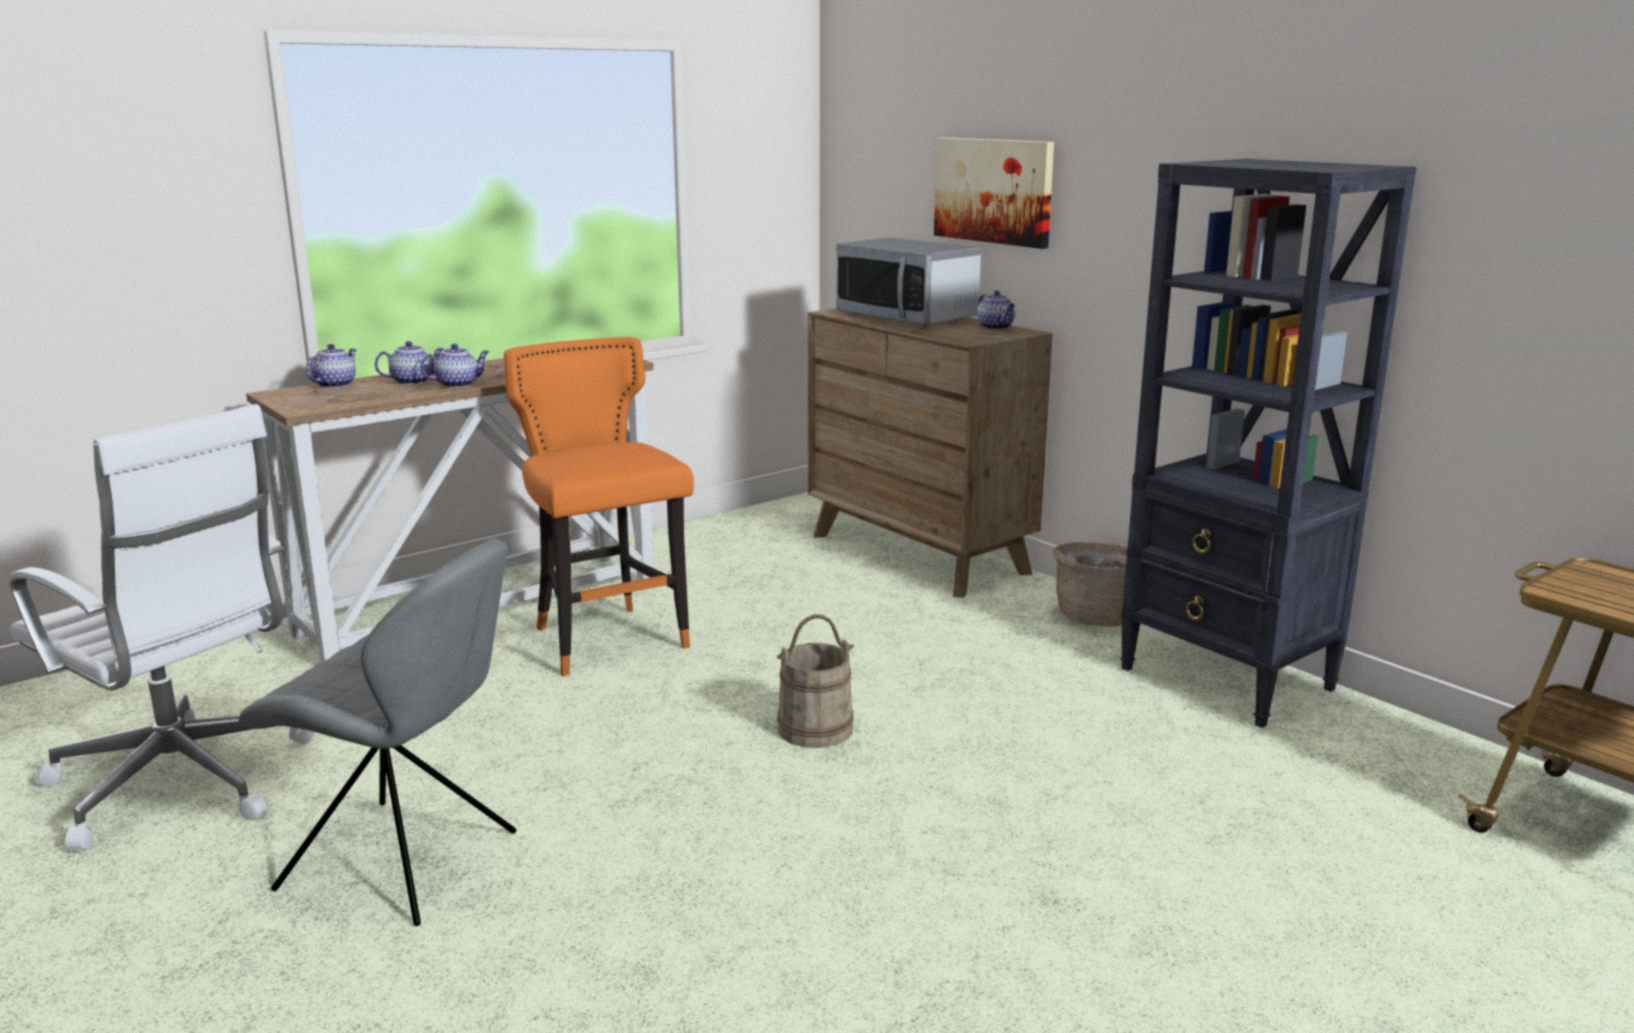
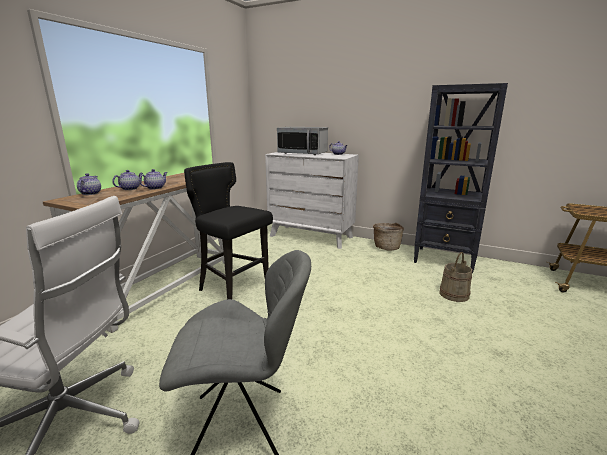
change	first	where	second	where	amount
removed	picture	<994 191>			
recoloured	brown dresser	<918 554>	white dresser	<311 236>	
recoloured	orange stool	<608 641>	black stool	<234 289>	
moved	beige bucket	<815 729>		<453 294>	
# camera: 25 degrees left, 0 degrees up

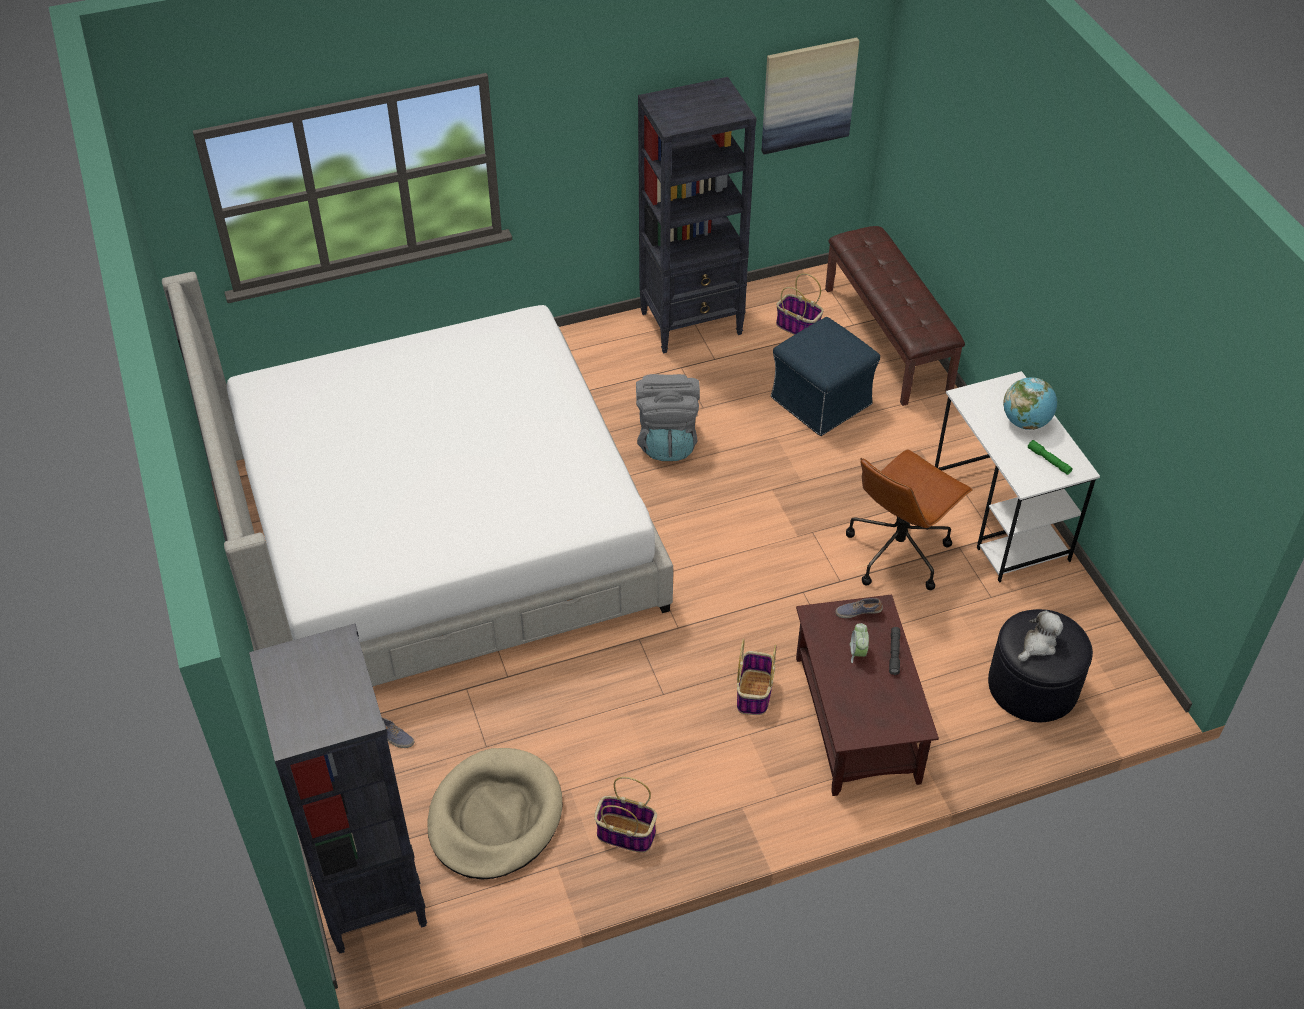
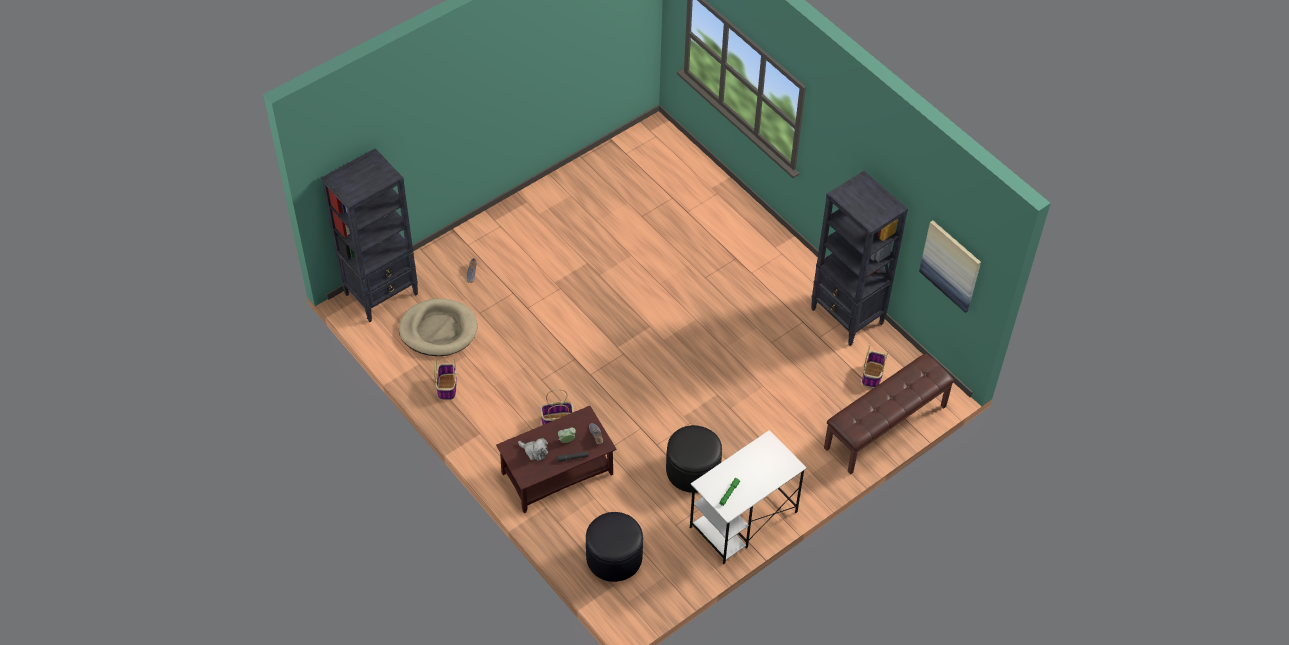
change	first	where	second	where	amount
removed	bed	<433 533>			
removed	blue ottoman	<822 402>			
removed	grey backpack	<667 440>			
removed	globe	<1025 422>			
replaced	brown office chair	<898 551>	black ottoman	<693 470>	
moved	plush toy	<1038 645>		<534 451>	
# camera: 70 degrees right, 5 degrees up

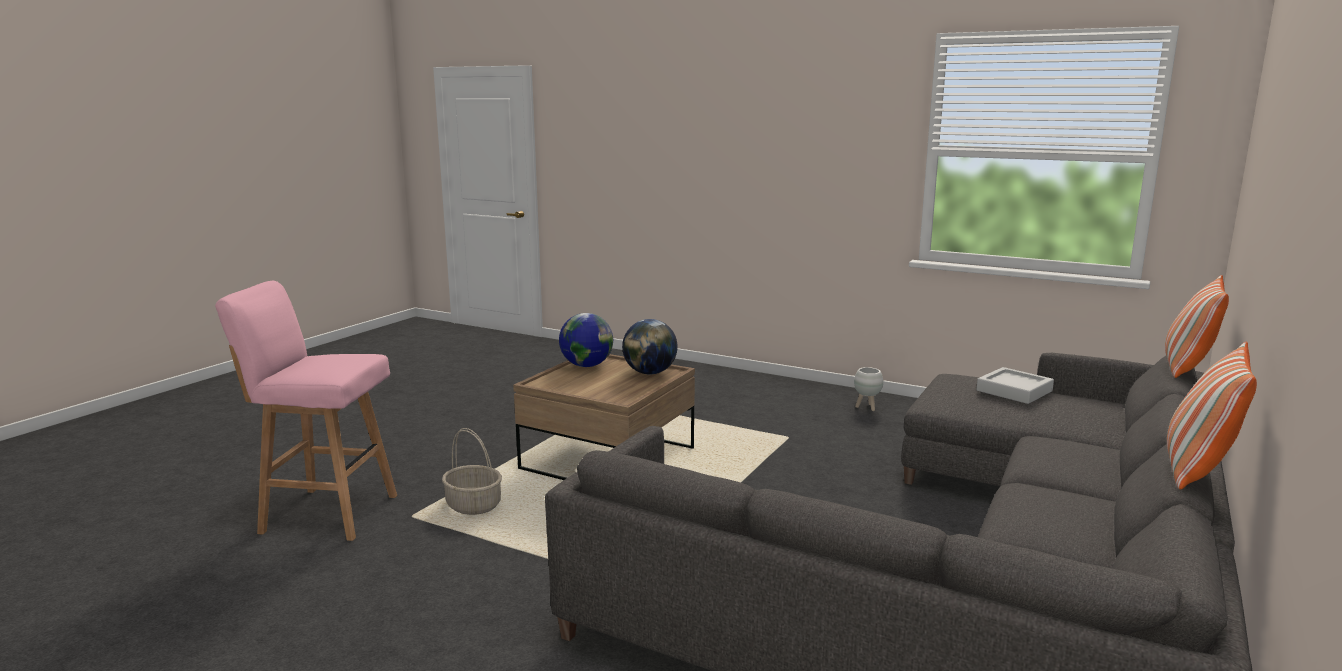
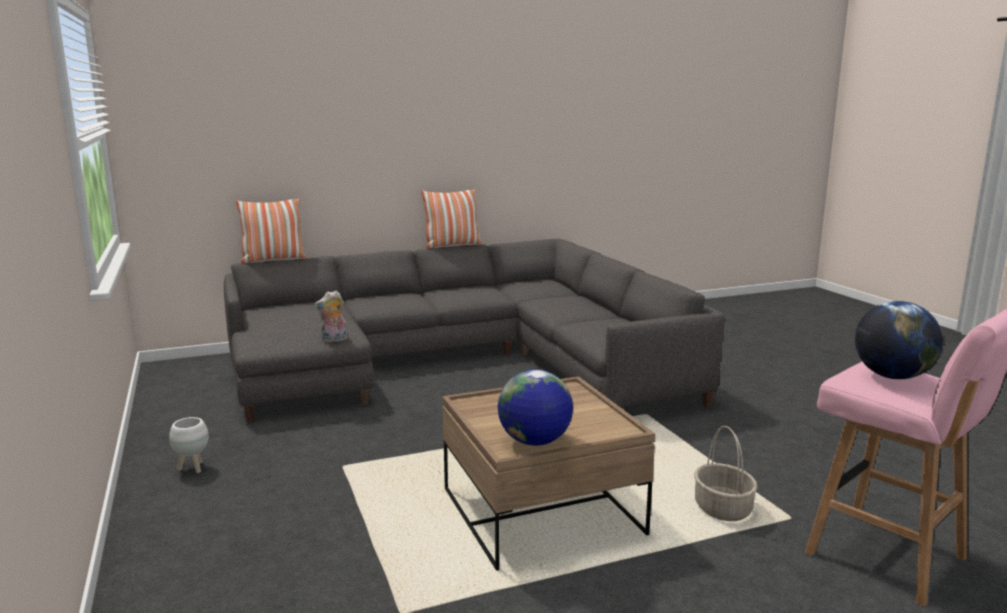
change	first	where	second	where	amount
moved	globe	<650 373>		<892 376>	
removed	grey tray	<1014 391>			
added			plush toy	<333 340>	
# camera: 140 degrees left, 0 degrees up

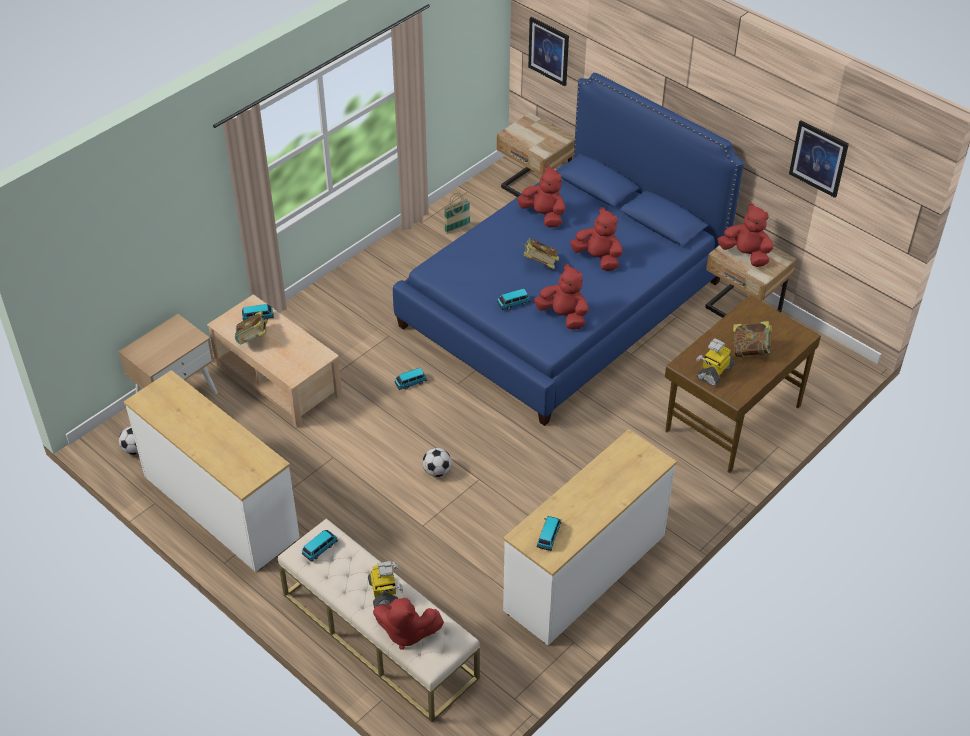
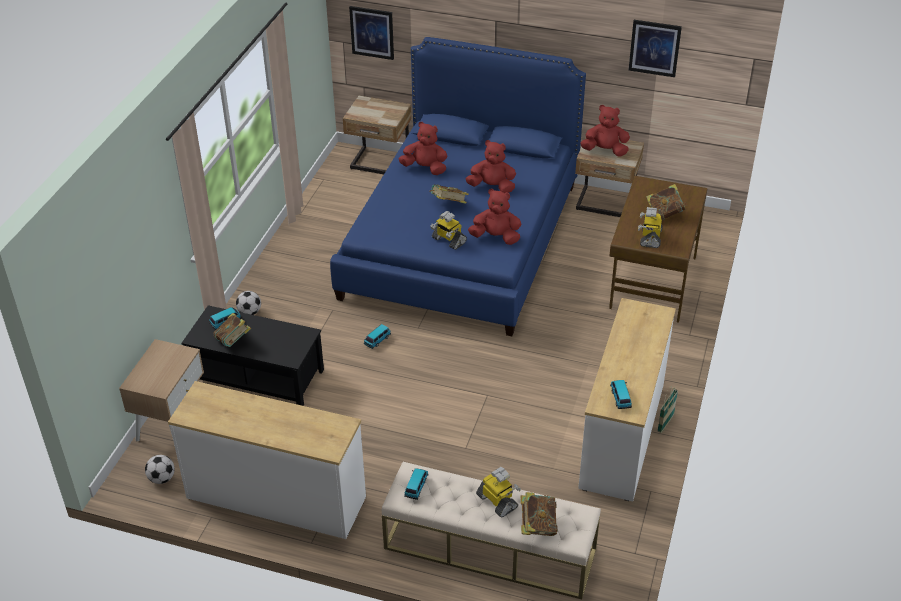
change	first	where	second	where	amount
moved	basket	<457 228>		<665 423>	
replaced	toy car	<513 303>	toy robot	<448 240>	
recoloured	beige coffee table	<277 380>	black coffee table	<257 377>	
moved	football	<437 471>		<250 312>	
replaced	red plush toy	<406 632>	book	<537 525>	
# camera: 25 degrees left, 5 degrees down

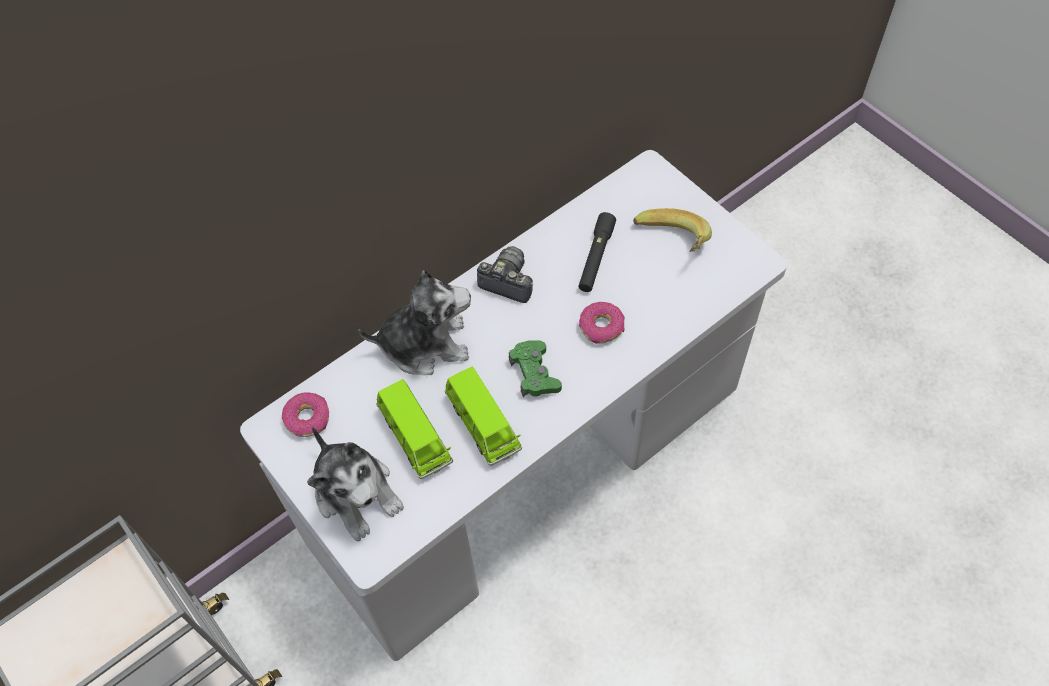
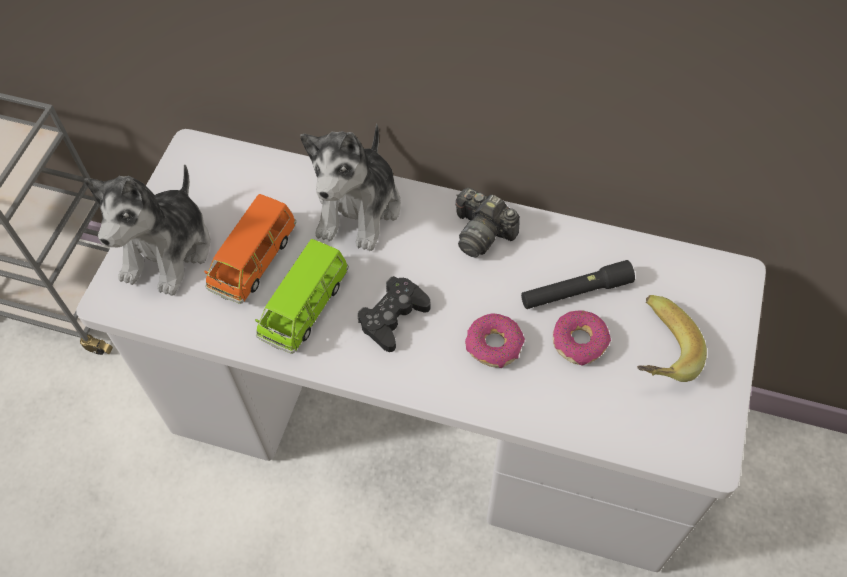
change	first	where	second	where	amount
turned	photo camera	<507 282>		<482 233>	135 degrees clockwise
turned	plush toy	<425 344>		<359 208>	60 degrees clockwise
recoloured	green game controller	<534 373>	black game controller	<393 317>	
recoloured	green toy car	<415 437>	orange toy car	<254 261>	
moved	donut	<308 418>		<579 342>	
# camera: 55 degrees right, 0 degrees up

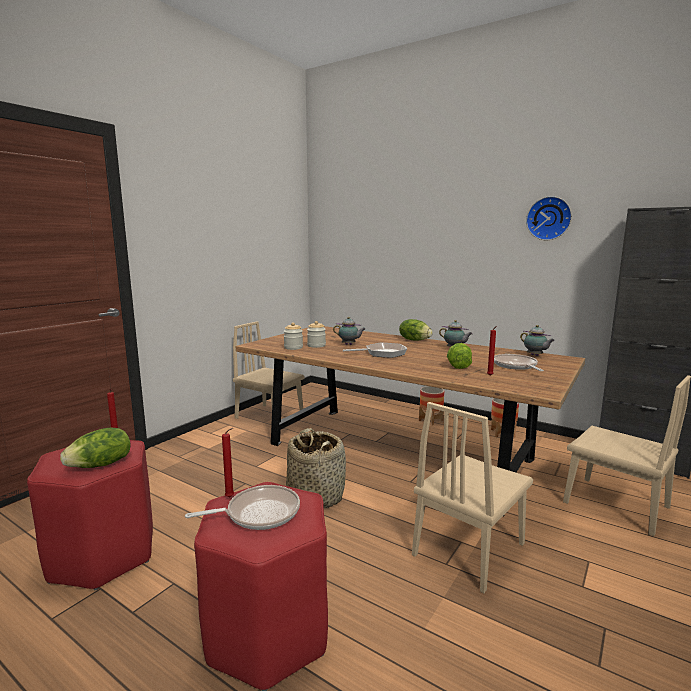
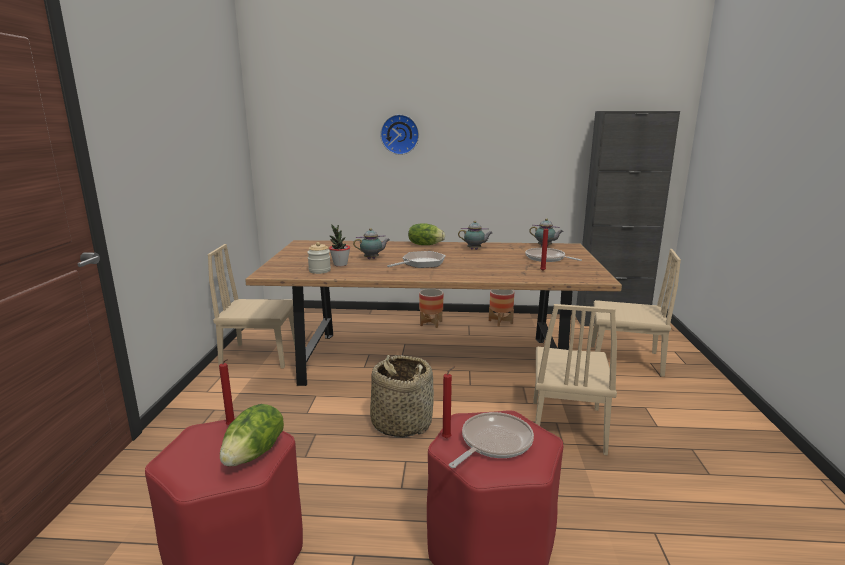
change	first	where	second	where	amount
moved	wall clock	<549 218>		<400 134>	
replaced	jar	<316 345>	potted plant	<340 264>	
removed	lettuce	<458 366>			
# camera: 30 degrees left, 5 degrees up

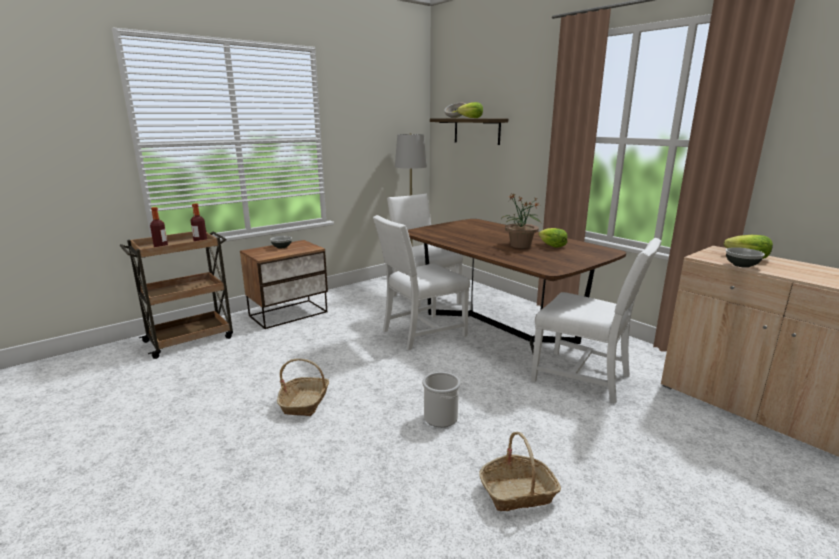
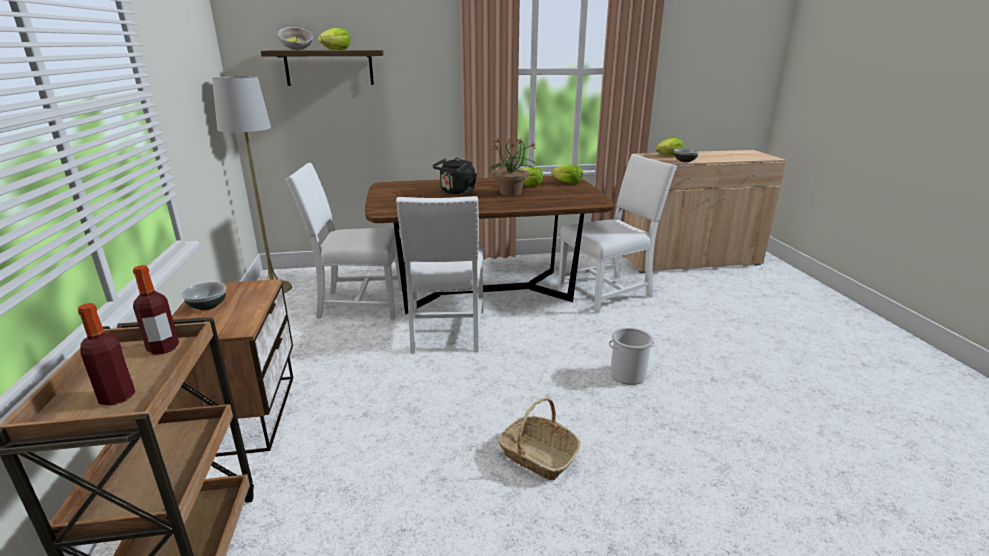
change	first	where	second	where	amount
removed	basket	<518 493>			
added			black kettle	<456 192>	
added			lettuce	<567 183>	
# camera: 60 degrees left, 5 degrees up

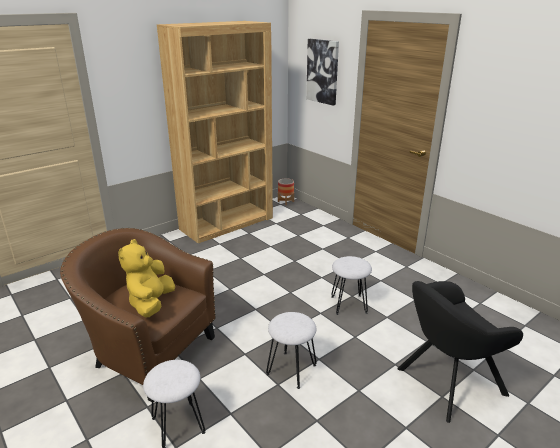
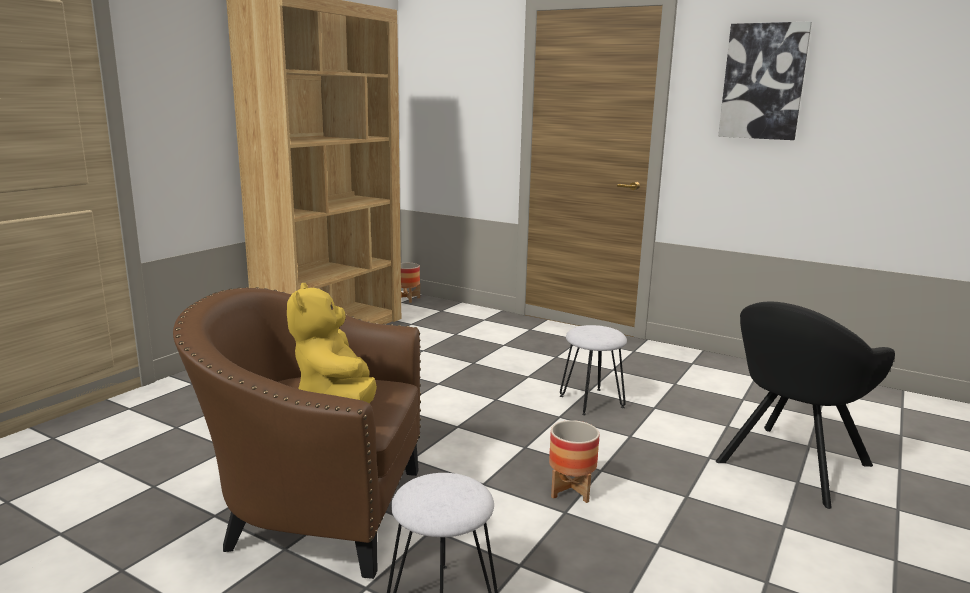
change	first	where	second	where	amount
moved	picture	<323 71>		<763 82>	
replaced	white stool	<291 370>	planter	<571 490>	
# camera: 20 degrees left, 10 degrees down

